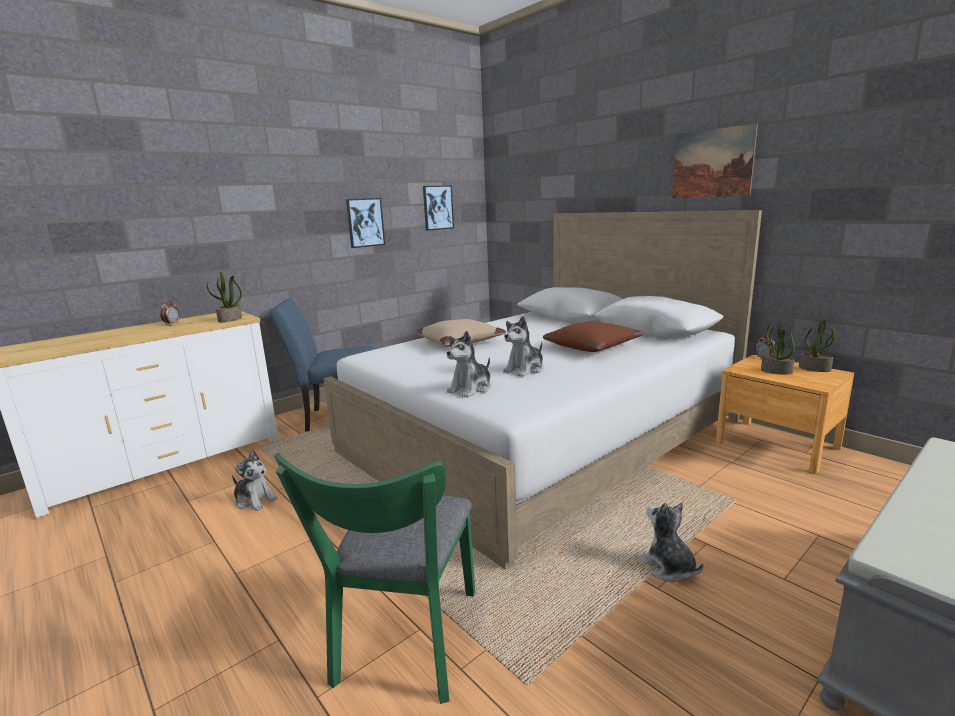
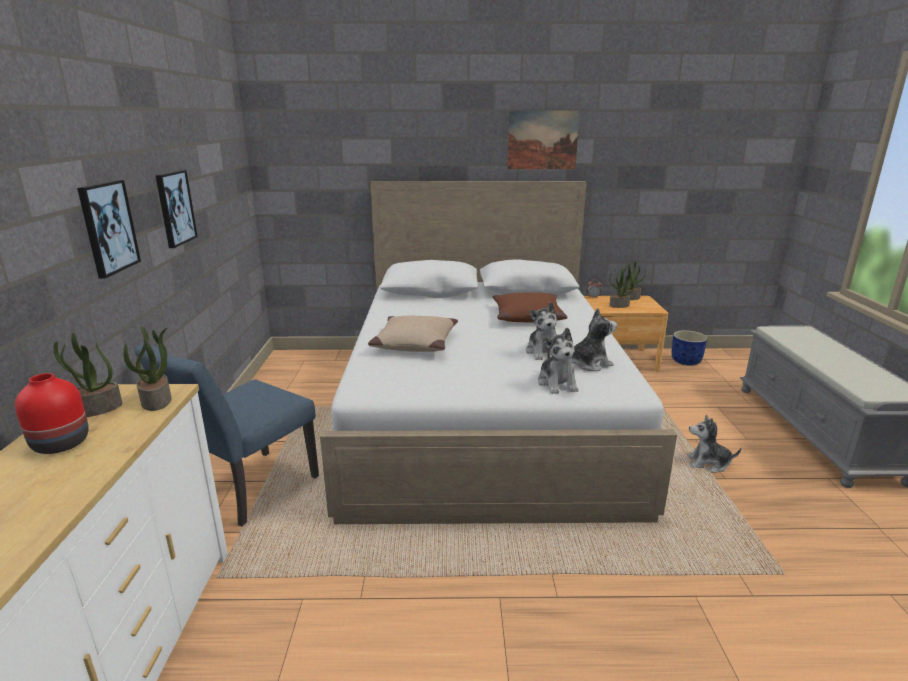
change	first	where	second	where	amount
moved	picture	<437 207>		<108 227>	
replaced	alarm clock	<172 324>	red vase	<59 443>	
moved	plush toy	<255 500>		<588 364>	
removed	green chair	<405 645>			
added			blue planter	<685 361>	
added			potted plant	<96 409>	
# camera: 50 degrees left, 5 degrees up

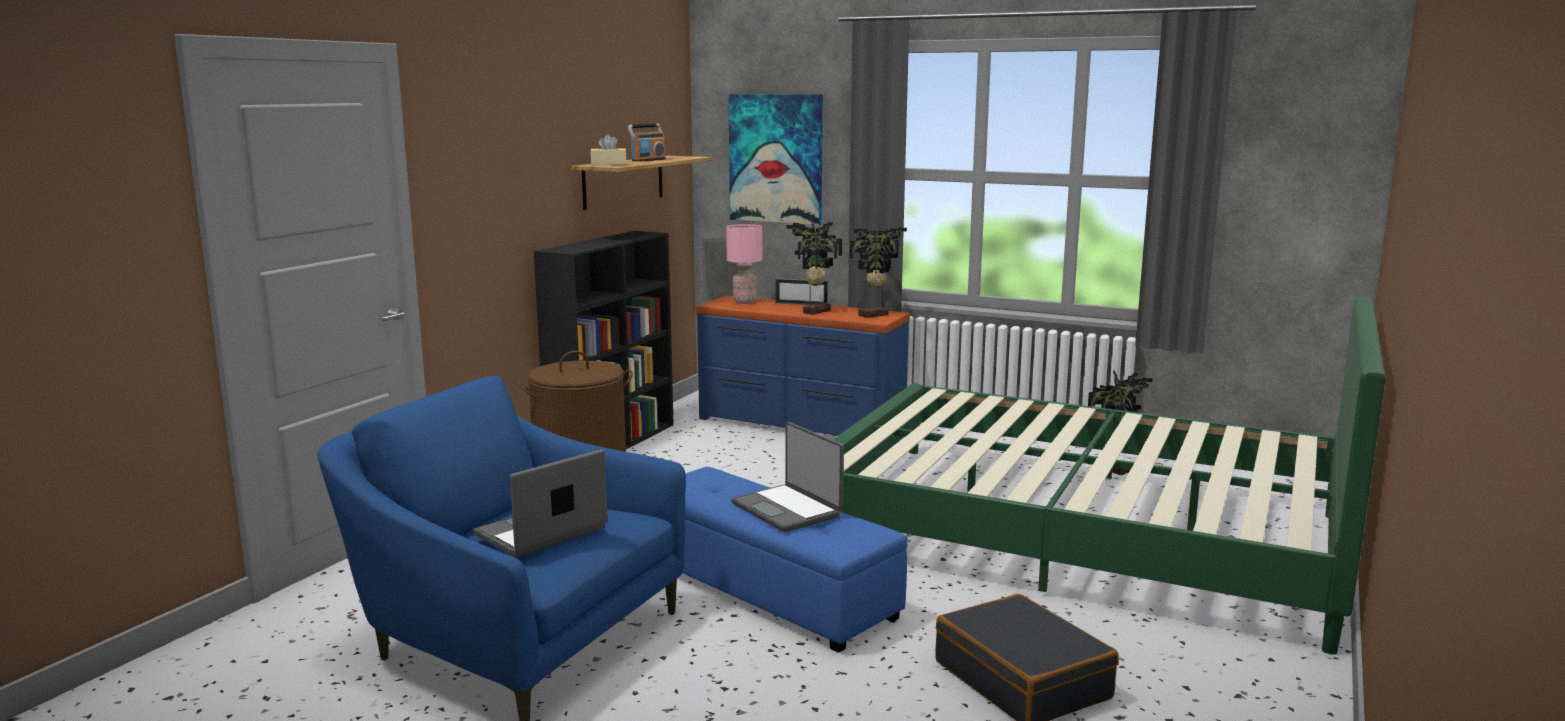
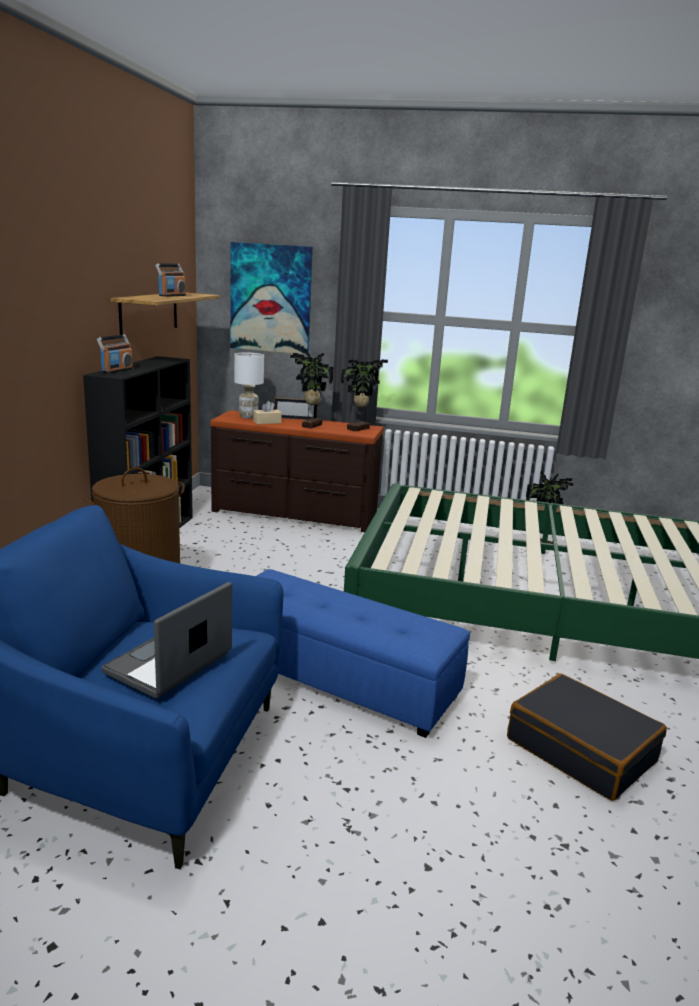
change	first	where	second	where	amount
moved	beige tissue box	<608 164>		<267 422>	
recoloured	pink table lamp	<745 302>	white table lamp	<248 417>	
recoloured	blue dresser	<799 424>	brown dresser	<294 514>	
removed	laptop	<788 509>			
added			radio	<117 370>	
# camera: 15 degrees left, 5 degrees up

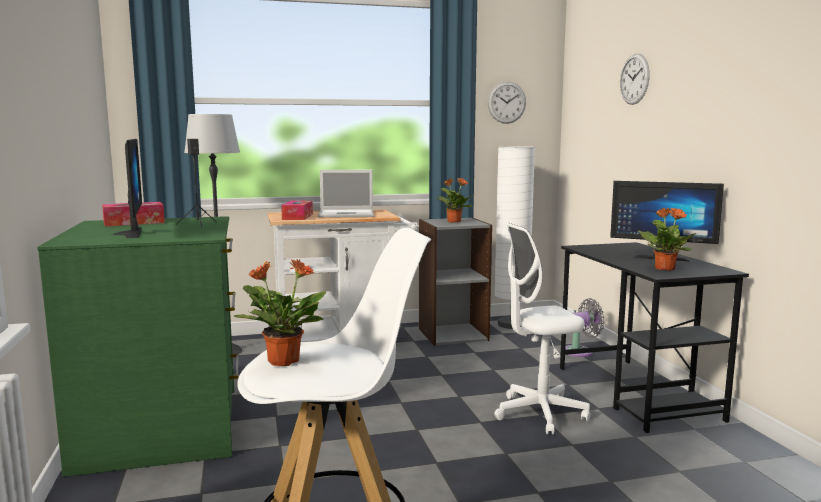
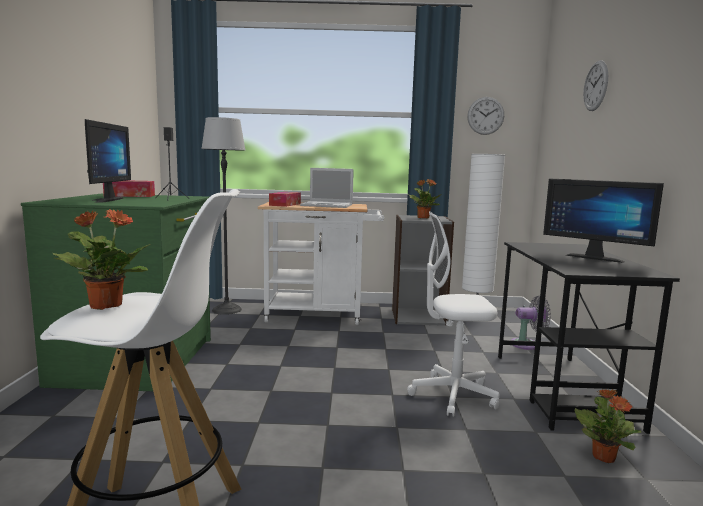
change	first	where	second	where	amount
moved	potted plant	<664 268>		<603 456>	
# camera: 15 degrees right, 0 degrees up

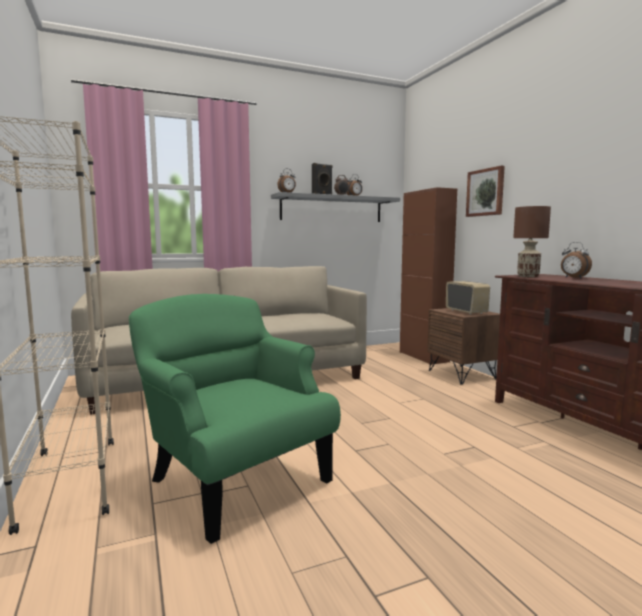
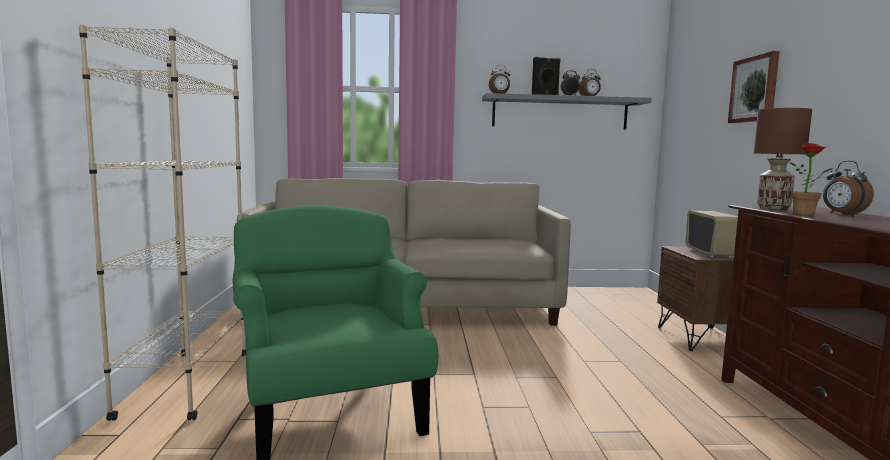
change	first	where	second	where	amount
removed	brown cabinet	<423 357>			
added			potted plant	<807 215>	
# camera: 20 degrees right, 0 degrees up

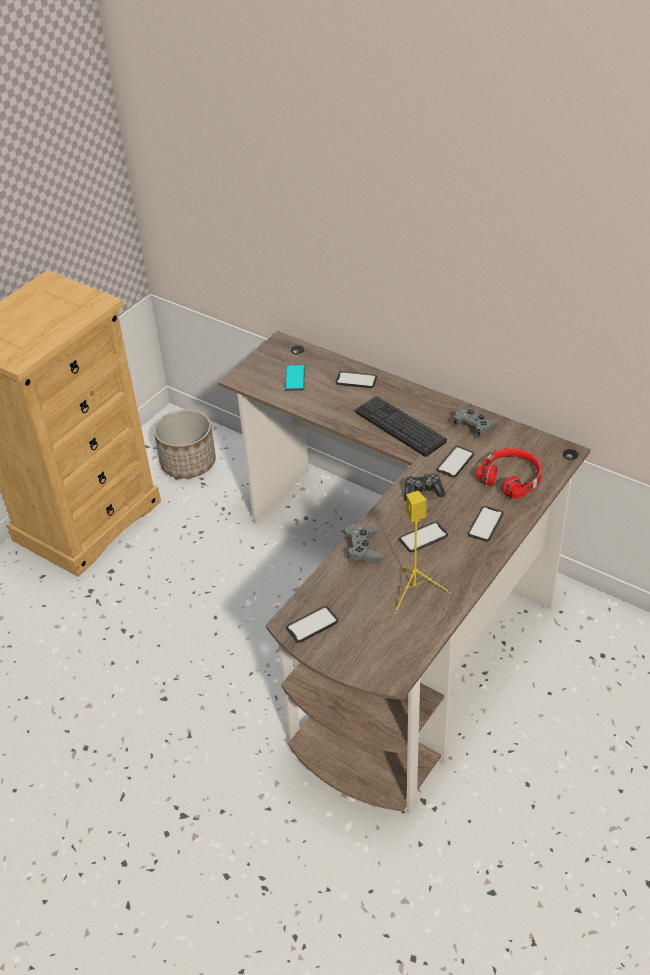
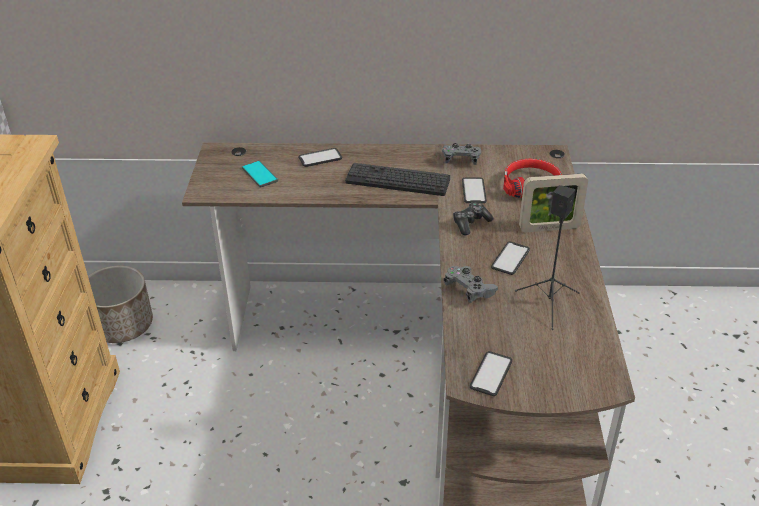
change	first	where	second	where	amount
recoloured	yellow speaker	<415 590>	black speaker	<549 303>	
replaced	phone	<485 524>	picture frame	<549 228>	
# camera: 35 degrees left, 5 degrees down

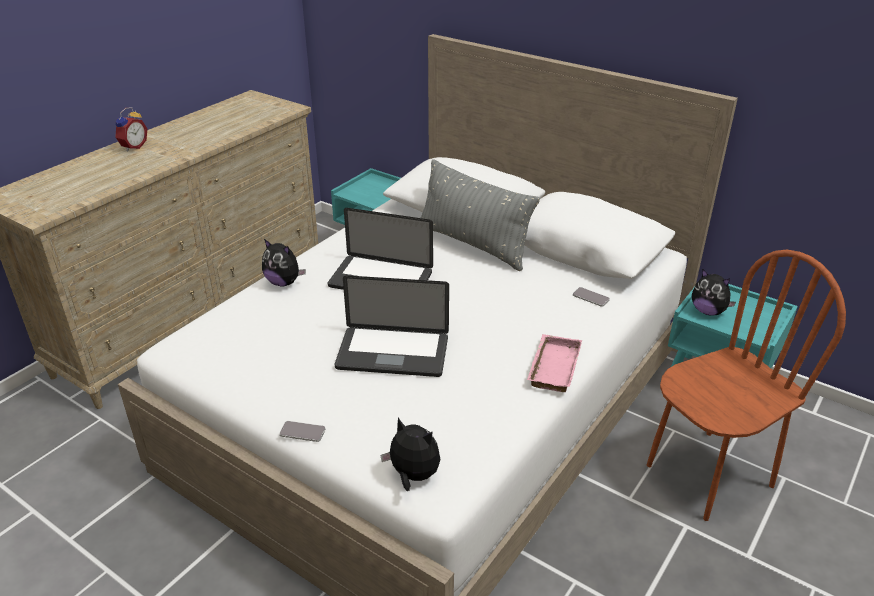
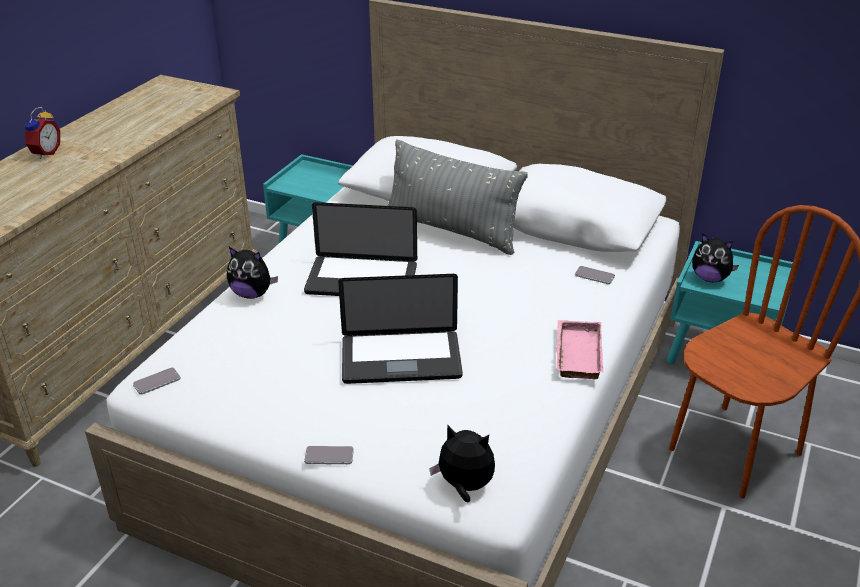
change	first	where	second	where	amount
added			phone	<157 381>	
# camera: 10 degrees left, 0 degrees up

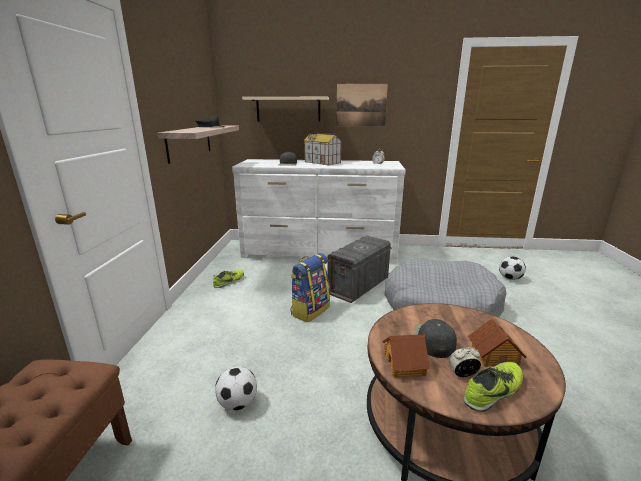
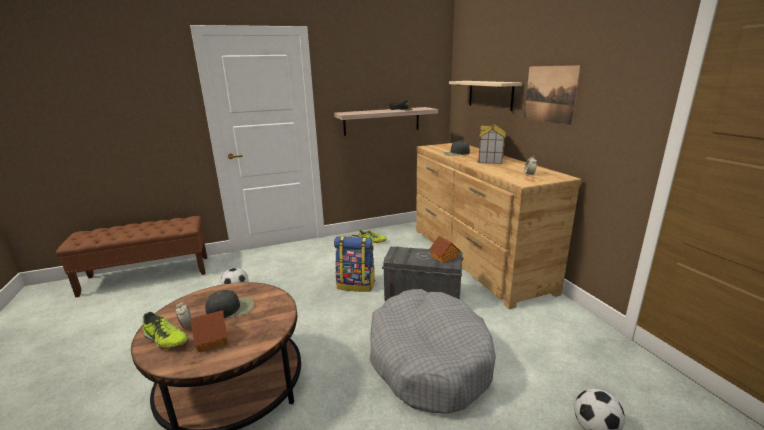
change	first	where	second	where	amount
recoloured	white dresser	<319 251>	brown dresser	<475 258>	
moved	toy house	<405 364>		<444 257>	
# camera: 65 degrees right, 0 degrees up

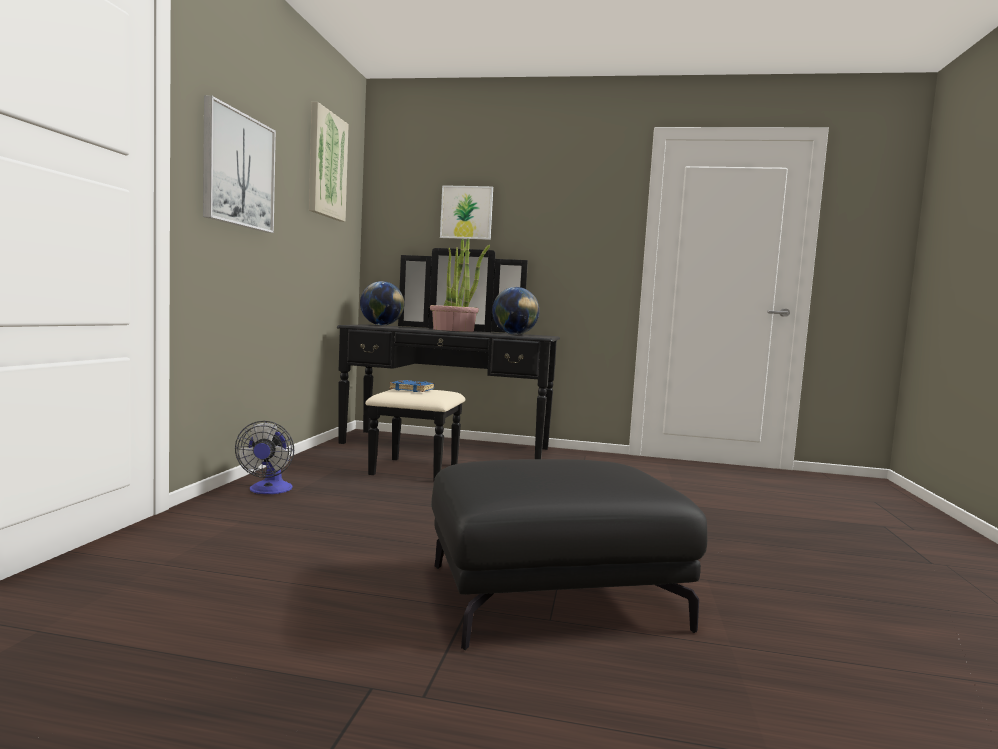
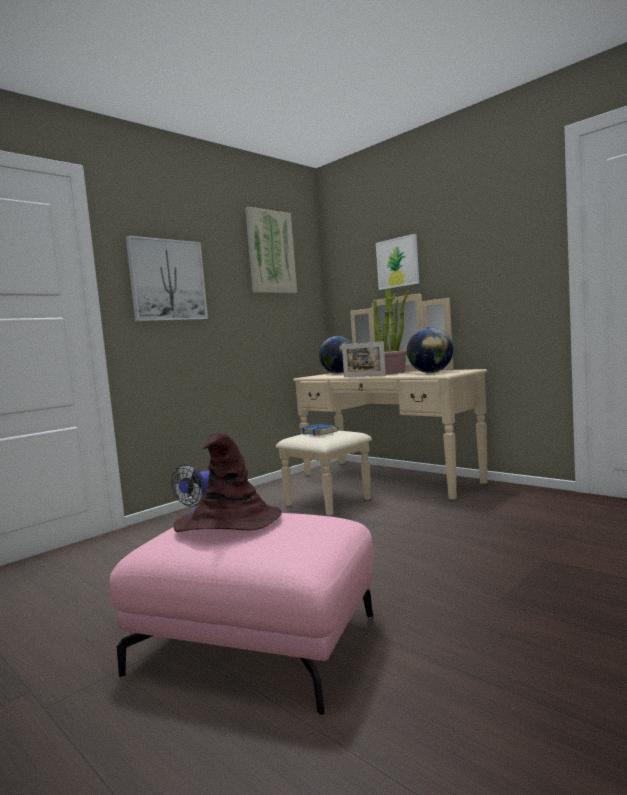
change	first	where	second	where	amount
recoloured	black dresser	<440 451>	beige dresser	<376 483>	
recoloured	black ottoman	<554 595>	pink ottoman	<257 643>	
added			picture frame	<364 376>	
added			brown hat	<228 523>	
# camera: 35 degrees right, 0 degrees up

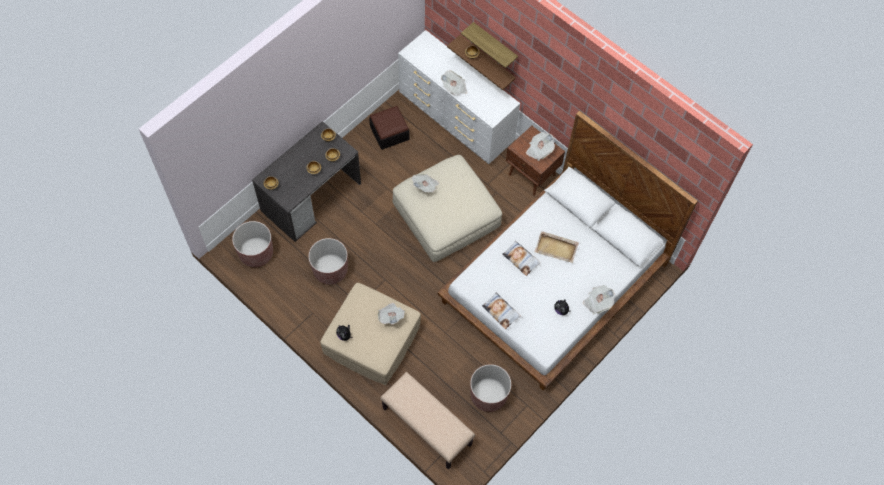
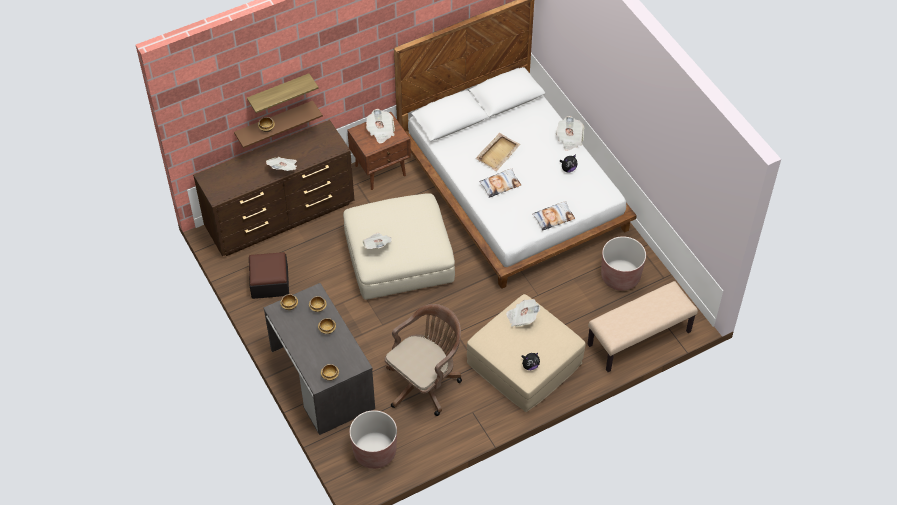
change	first	where	second	where	amount
recoloured	white dresser	<456 119>	brown dresser	<281 216>	
replaced	brown planter	<330 270>	brown office chair	<425 382>	
# camera: 70 degrees left, 10 degrees down

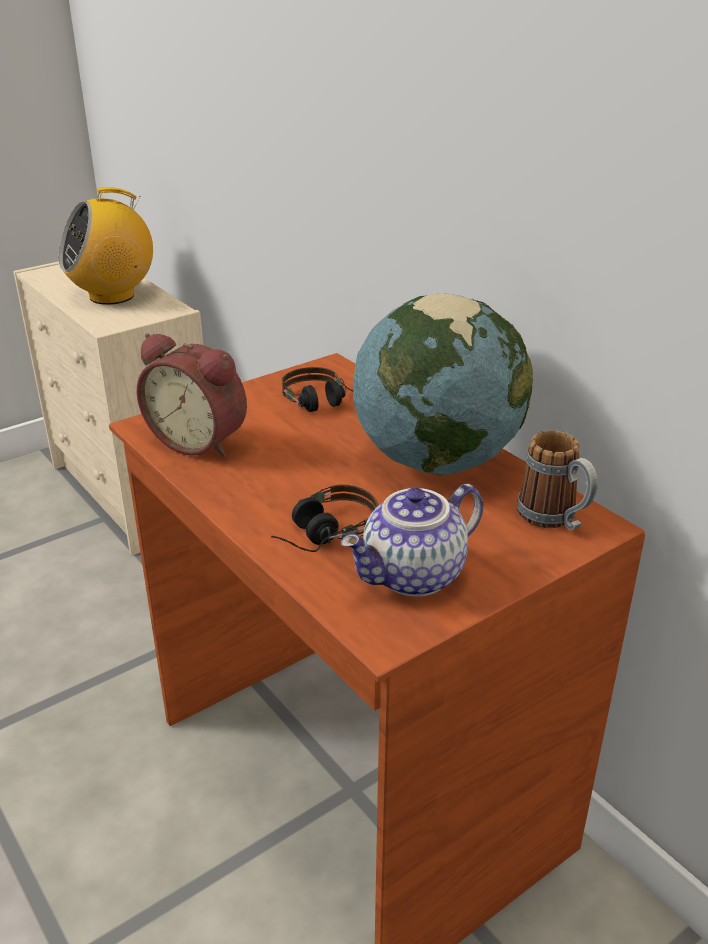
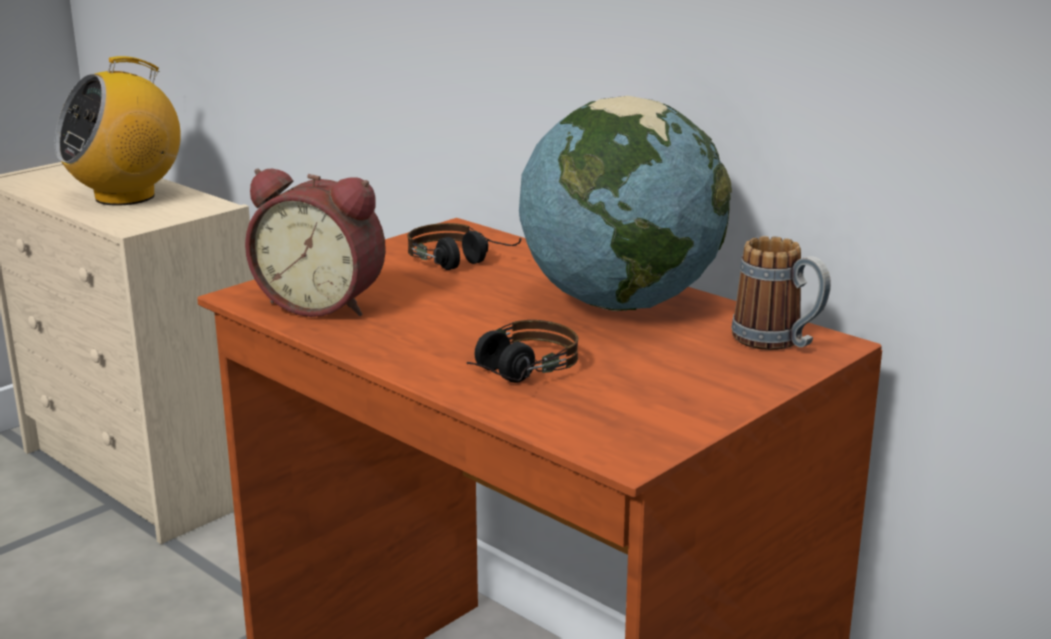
change	first	where	second	where	amount
removed	teapot	<414 577>			
# camera: 10 degrees left, 10 degrees down

